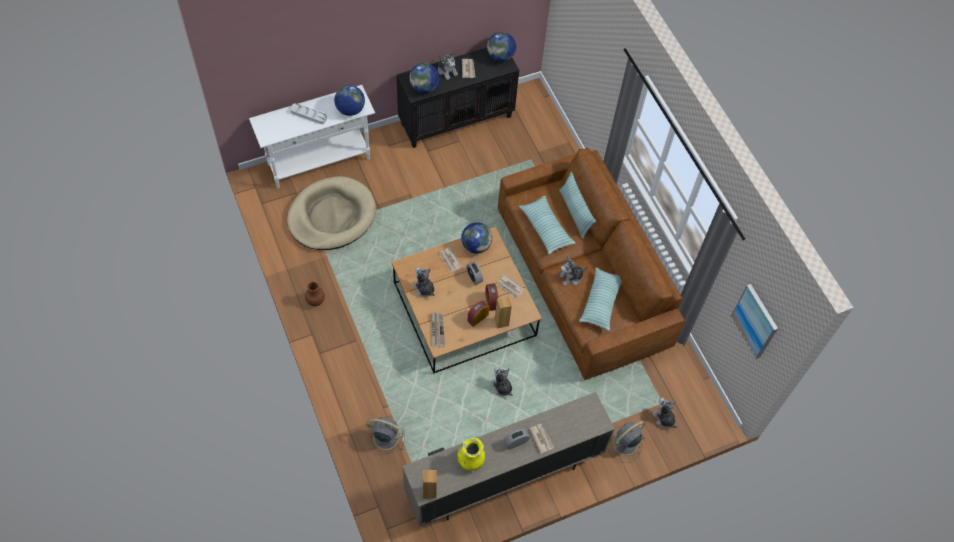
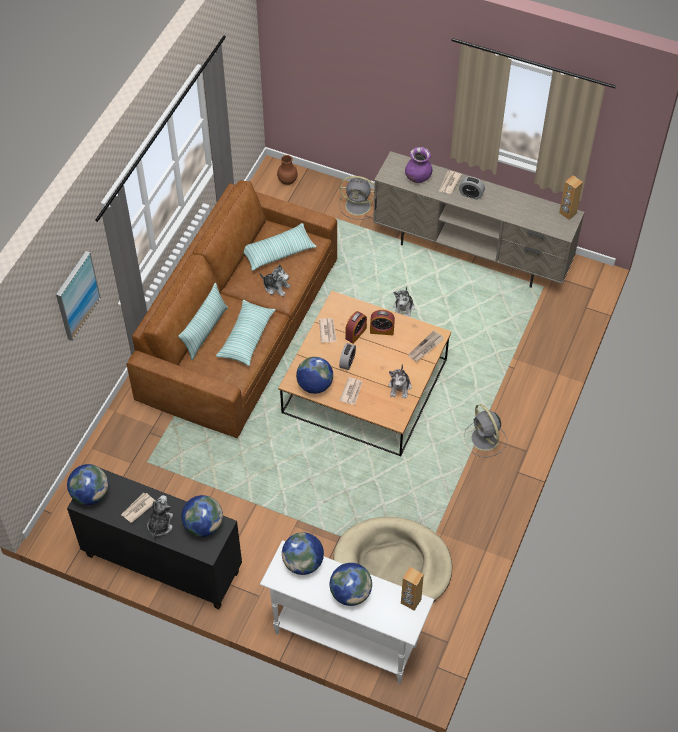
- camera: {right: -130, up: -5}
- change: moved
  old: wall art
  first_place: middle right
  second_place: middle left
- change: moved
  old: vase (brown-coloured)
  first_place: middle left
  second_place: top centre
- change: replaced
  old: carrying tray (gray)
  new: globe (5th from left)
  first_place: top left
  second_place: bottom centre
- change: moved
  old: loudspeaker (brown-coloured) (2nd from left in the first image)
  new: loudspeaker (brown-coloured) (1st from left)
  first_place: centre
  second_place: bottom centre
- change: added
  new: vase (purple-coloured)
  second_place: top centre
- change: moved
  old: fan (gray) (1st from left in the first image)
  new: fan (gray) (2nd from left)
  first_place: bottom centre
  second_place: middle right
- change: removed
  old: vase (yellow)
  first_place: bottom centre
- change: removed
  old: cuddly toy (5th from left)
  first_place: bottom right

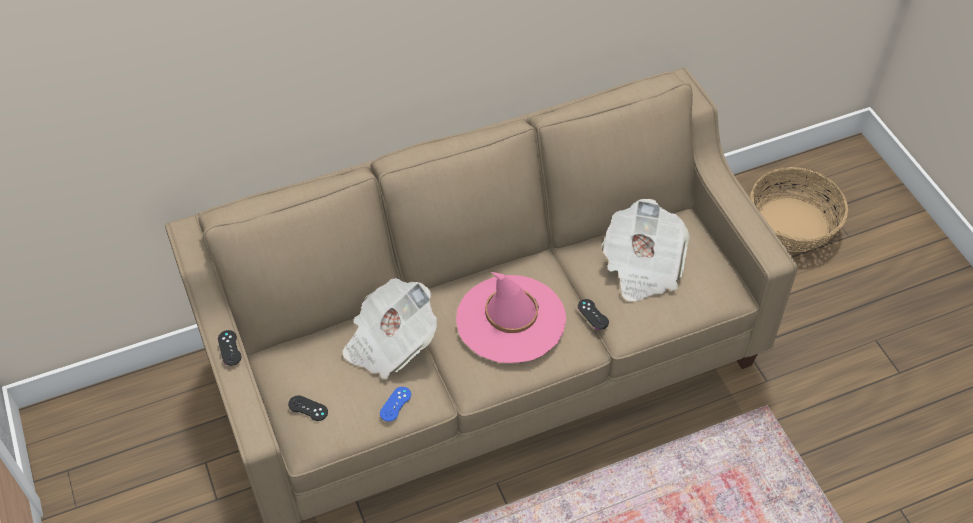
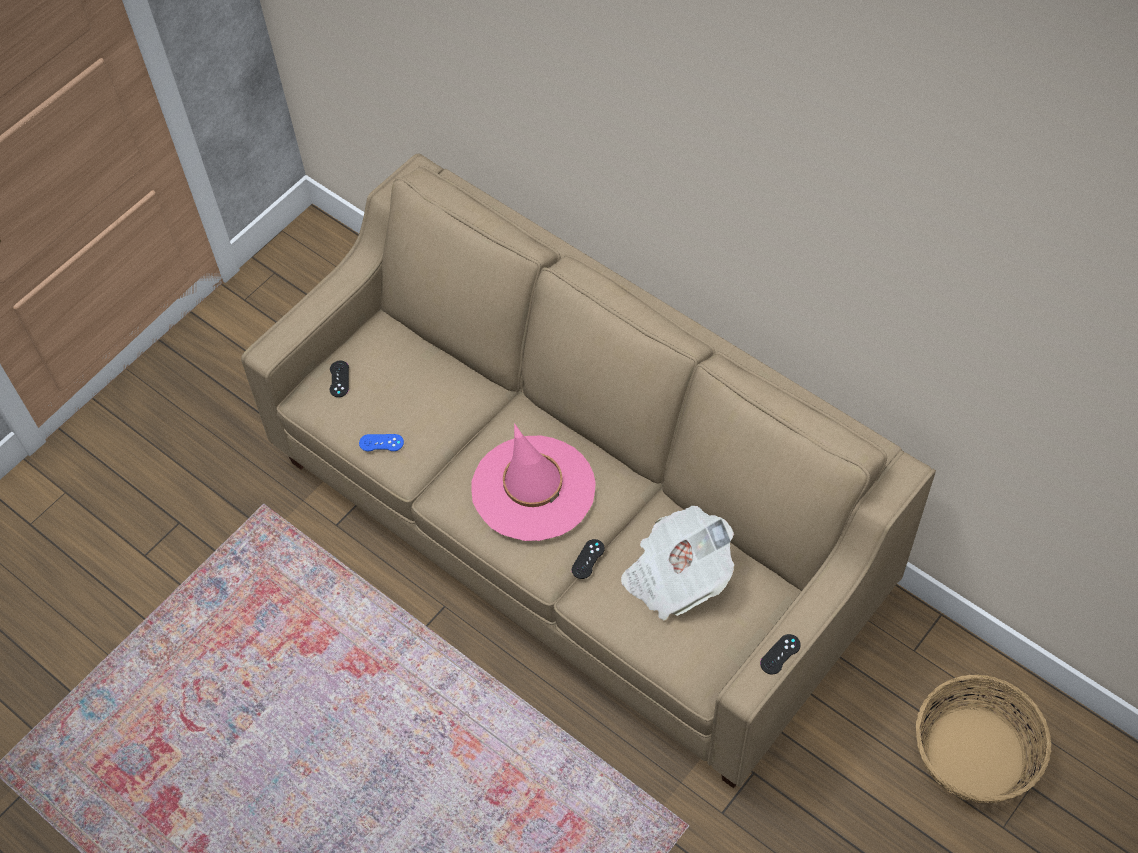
- camera: {right: 65, up: 5}
- change: moved
  old: joypad (black) (1st from left in the first image)
  new: joypad (black) (3rd from left)
  first_place: middle left
  second_place: bottom right
- change: removed
  old: printed paper (1st from left)
  first_place: centre

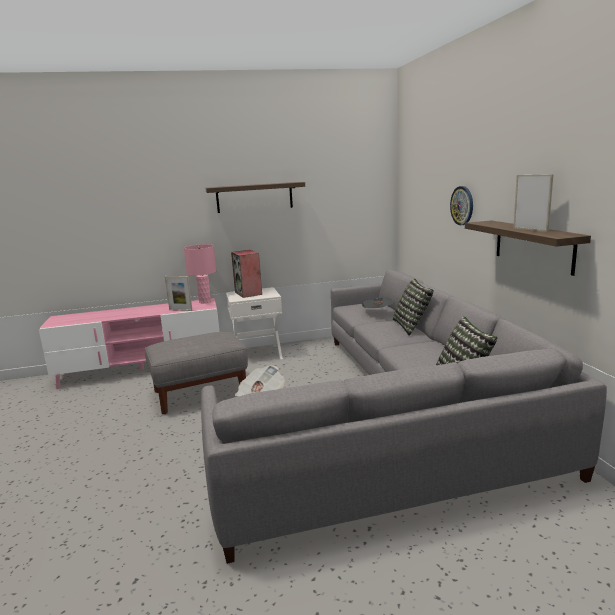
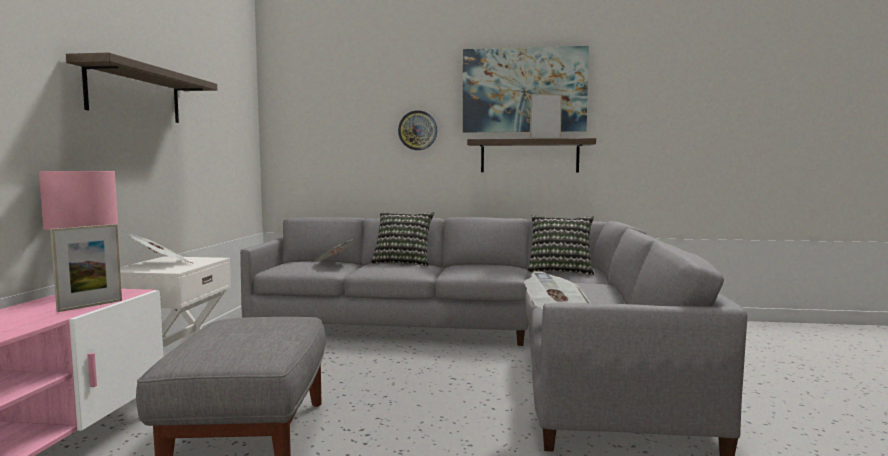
- camera: {right: -70, up: -10}
- change: replaced
  old: loudspeaker
  new: printed paper (1st from left)
  first_place: centre
  second_place: middle left
- change: added
  new: wall art
  second_place: top centre

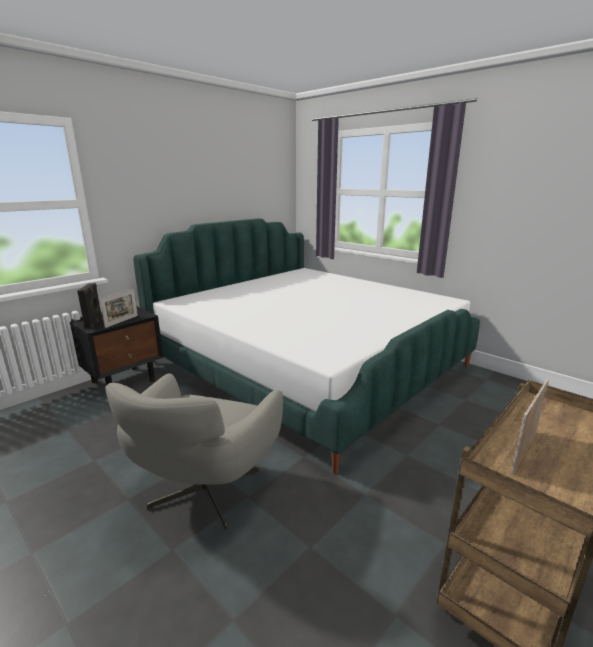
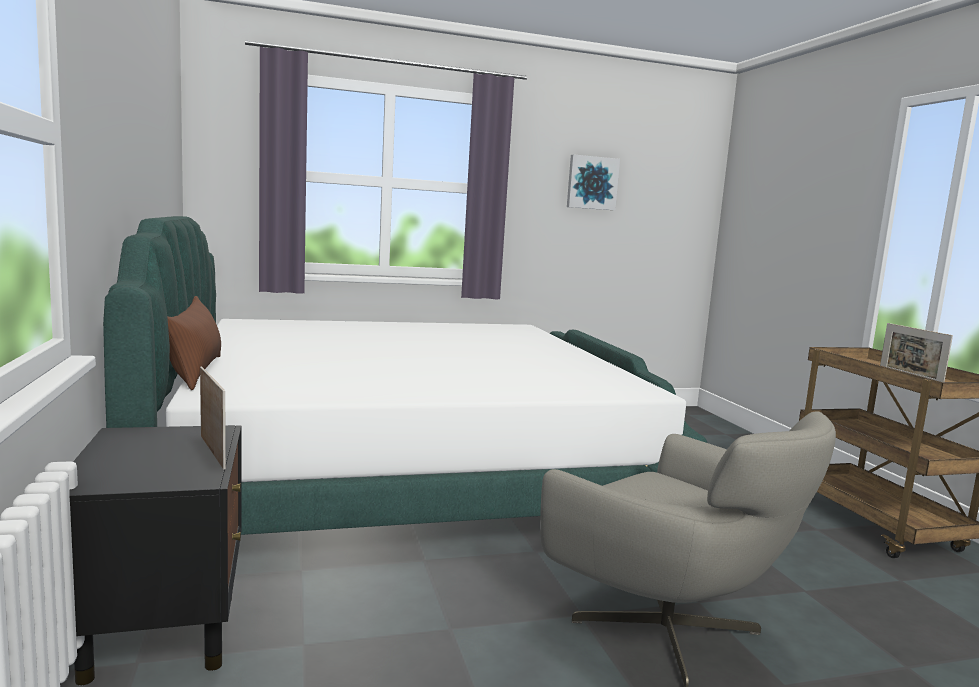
- camera: {right: -60, up: -10}
- change: added
  new: cushion (brown-coloured)
  second_place: middle left
- change: added
  new: wall art
  second_place: top centre
- change: removed
  old: loudspeaker (black)
  first_place: middle left

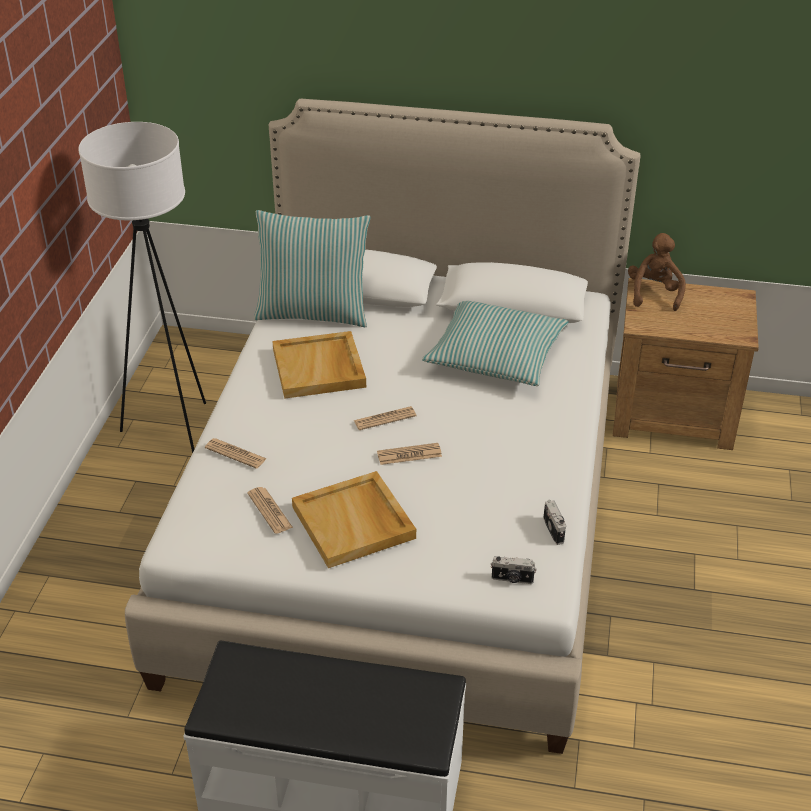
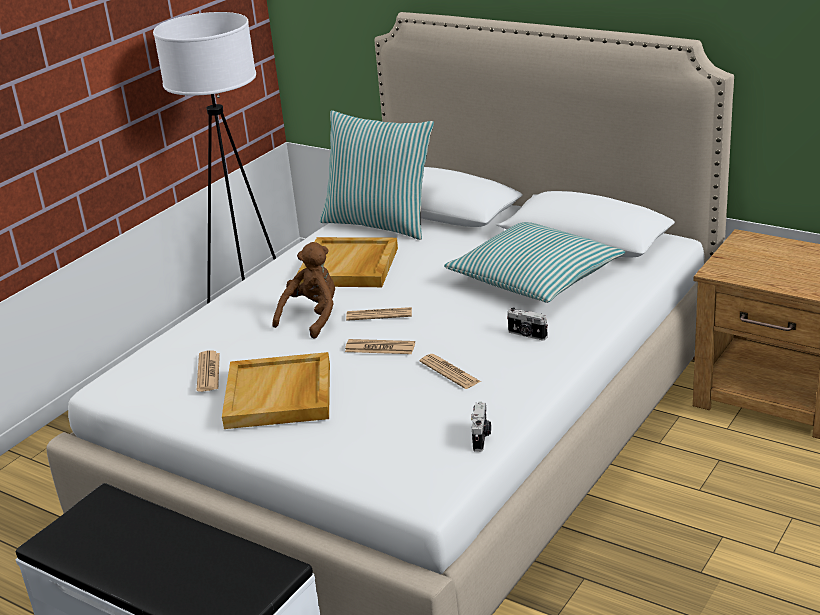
- camera: {right: 25, up: -10}
- change: moved
  old: cuddly toy (brown-coloured)
  first_place: middle right
  second_place: centre
- change: moved
  old: printed paper (1st from left in the first image)
  new: printed paper (4th from left)
  first_place: middle left
  second_place: centre
- change: moved
  old: still camera (1st from left in the first image)
  new: still camera (2nd from left)
  first_place: bottom centre
  second_place: centre

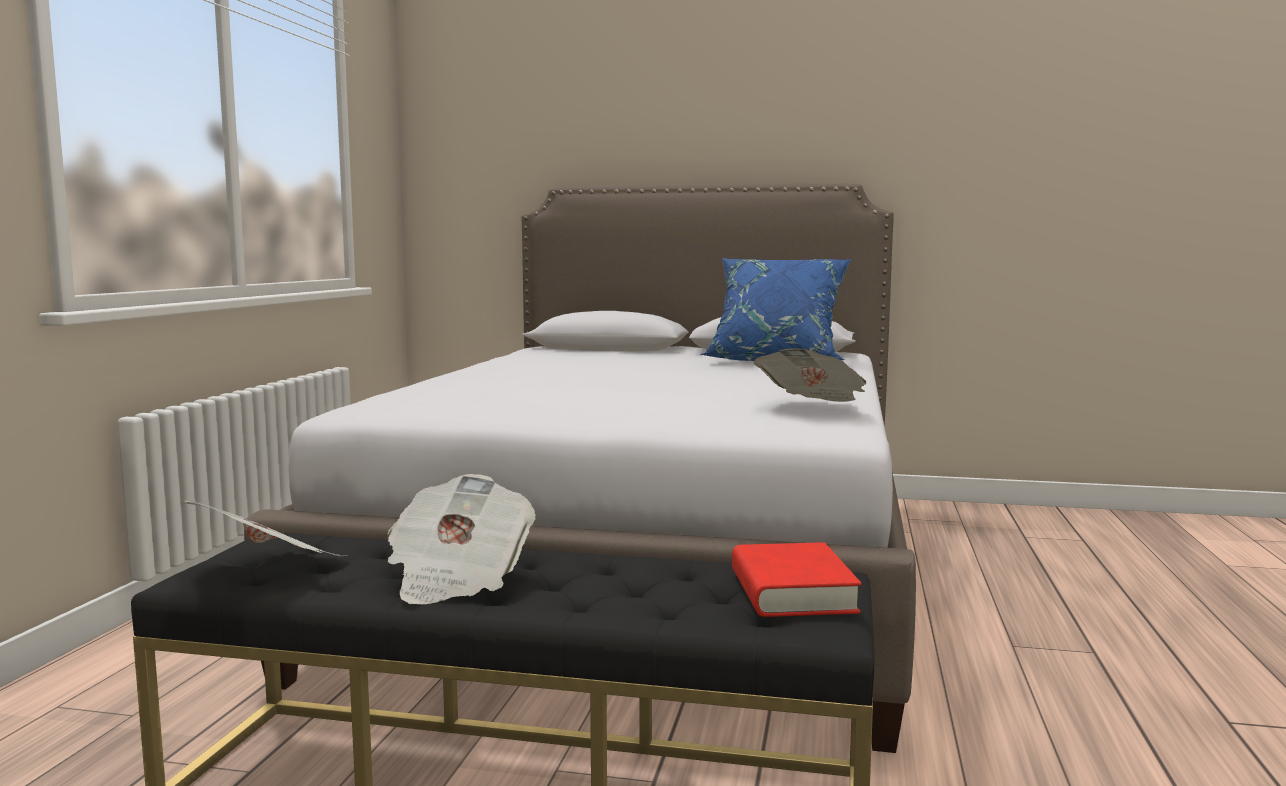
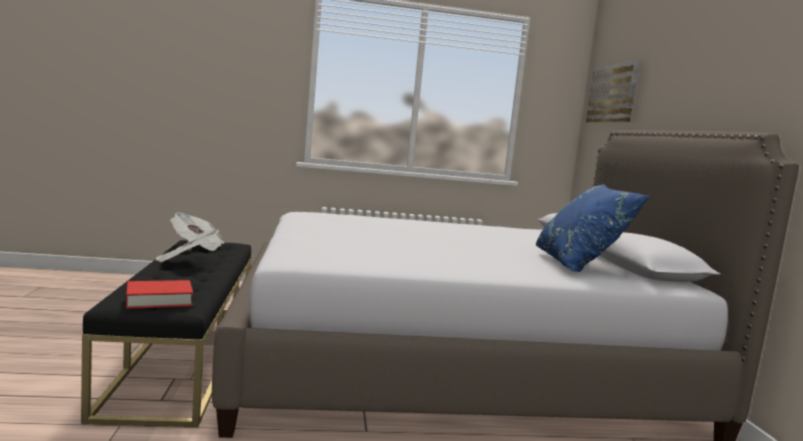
- camera: {right: 70, up: 0}
- change: added
  new: wall art
  second_place: top right
- change: removed
  old: printed paper (3rd from left)
  first_place: centre

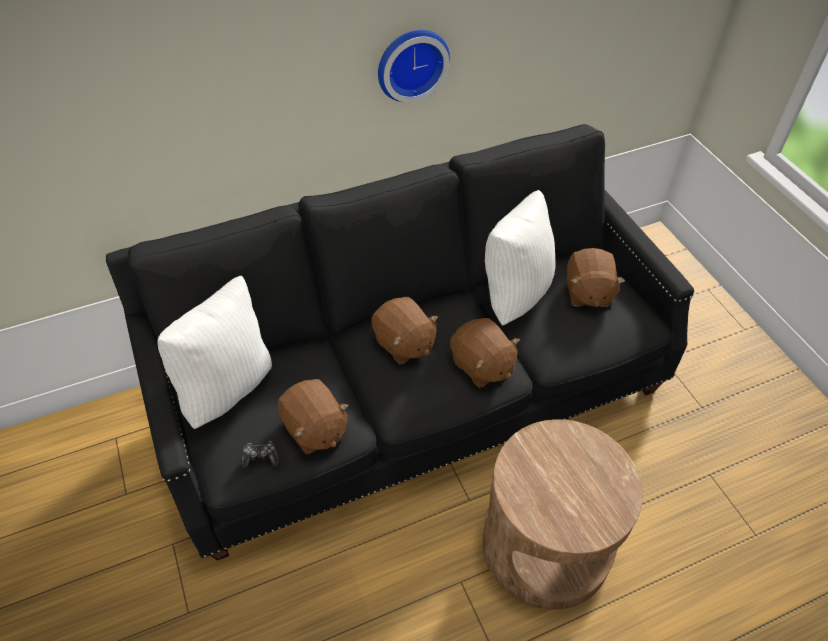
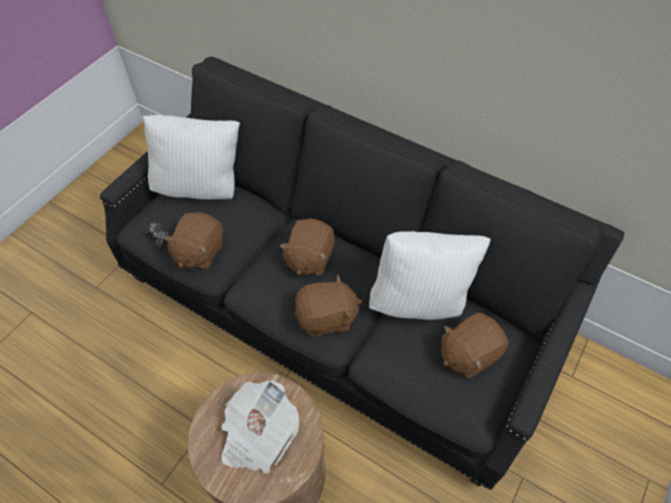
- camera: {right: 55, up: 5}
- change: added
  new: printed paper
  second_place: bottom centre
- change: turned
  old: cuddly toy (brown-coloured) (3rd from left)
  first_place: centre
  second_place: centre
  degrees: -120
- change: removed
  old: wall clock
  first_place: top centre

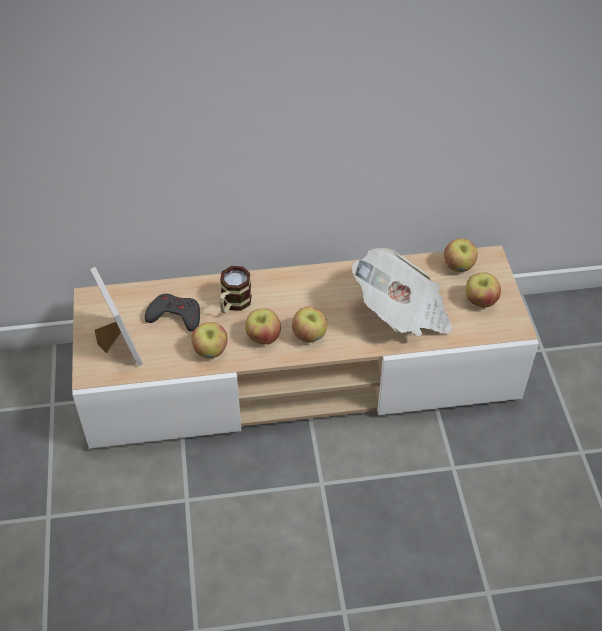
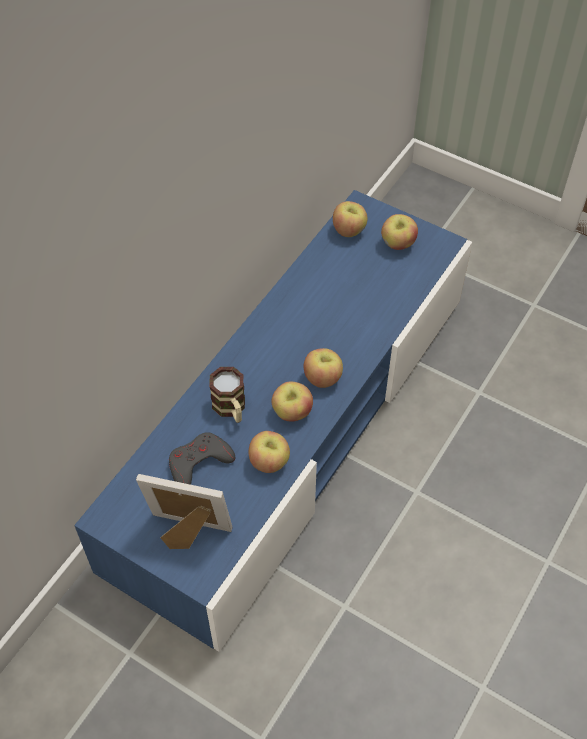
- camera: {right: -50, up: 5}
- change: recoloured
  old: tv unit (beige)
  new: tv unit (blue)
  first_place: centre
  second_place: centre
- change: removed
  old: printed paper
  first_place: middle right

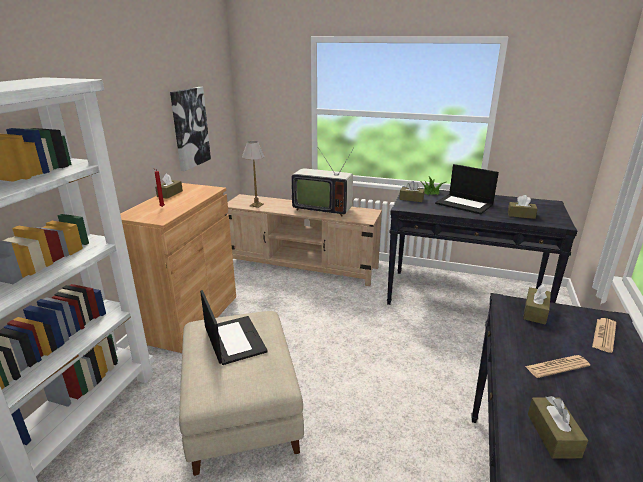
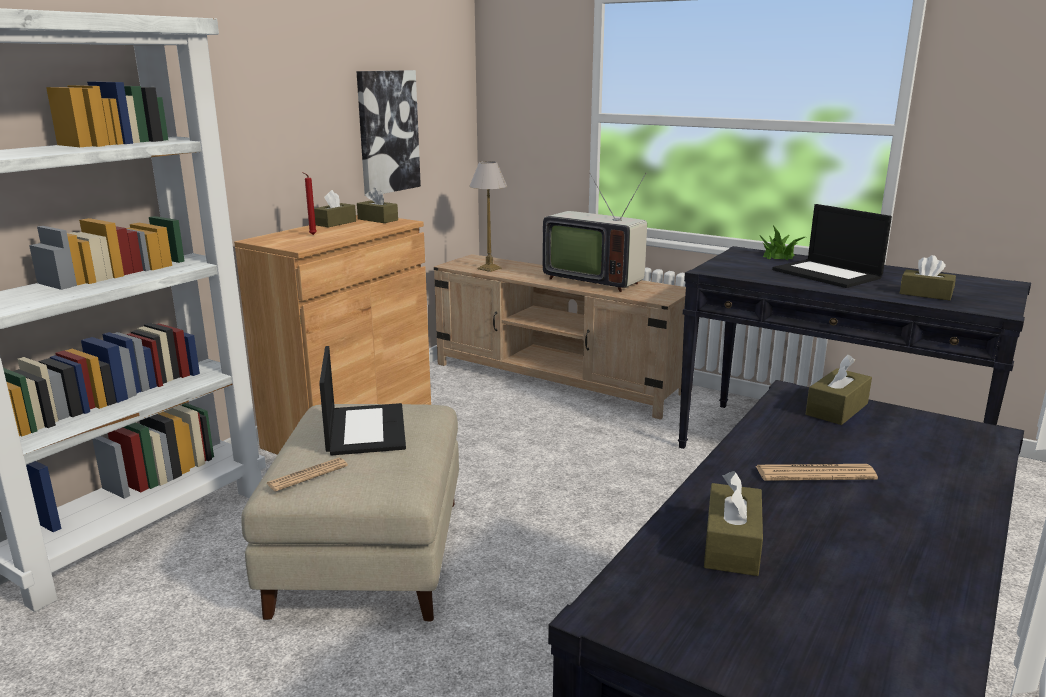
- camera: {right: 15, up: -5}
- change: moved
  old: printed paper (2nd from left in the first image)
  new: printed paper (1st from left)
  first_place: bottom right
  second_place: bottom left
- change: moved
  old: tissue holder (brown-coloured) (2nd from left)
  first_place: centre
  second_place: top centre

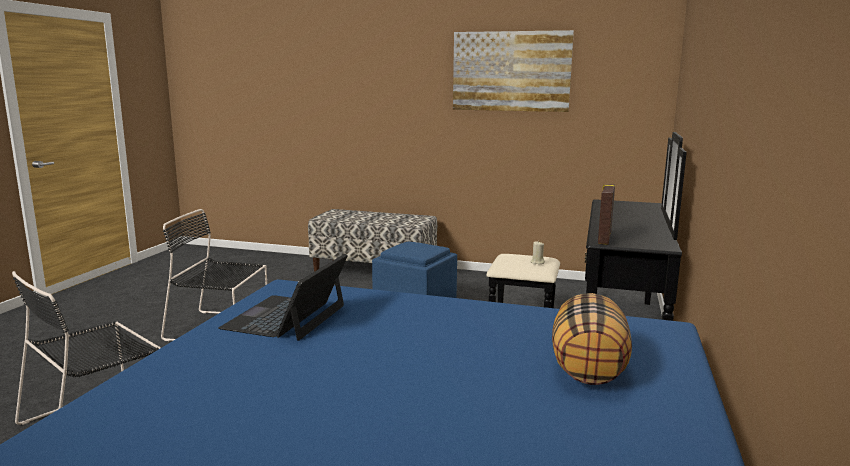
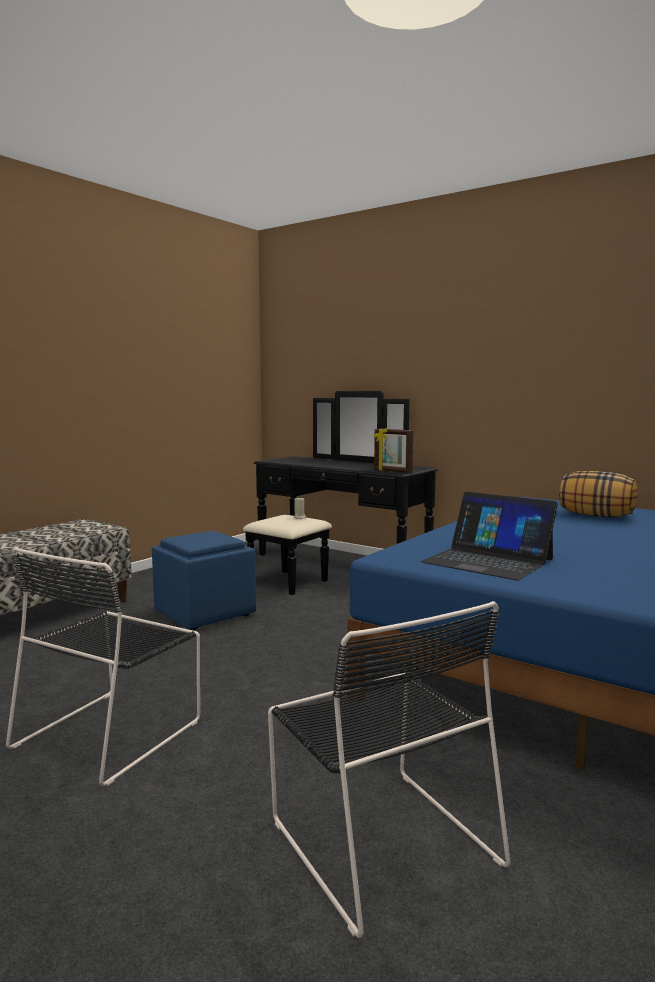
- camera: {right: -70, up: -5}
- change: removed
  old: wall art
  first_place: top centre

